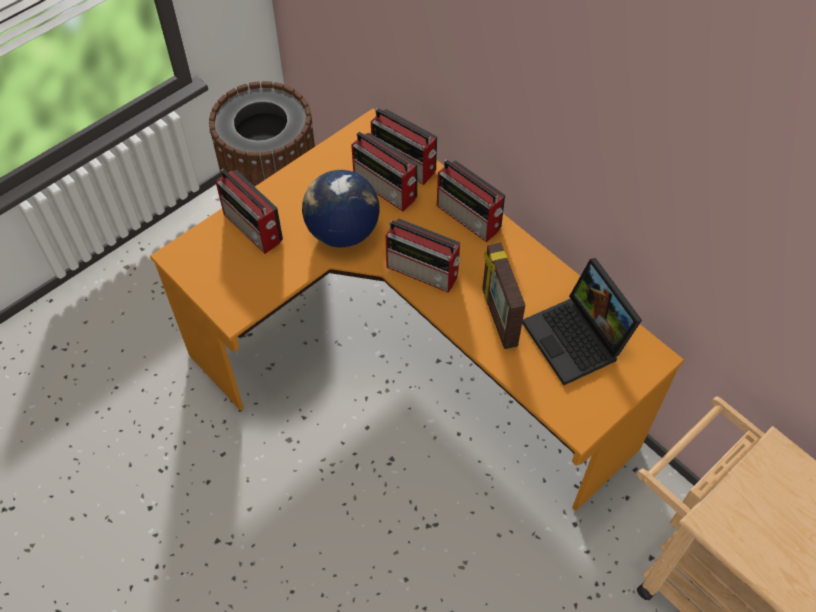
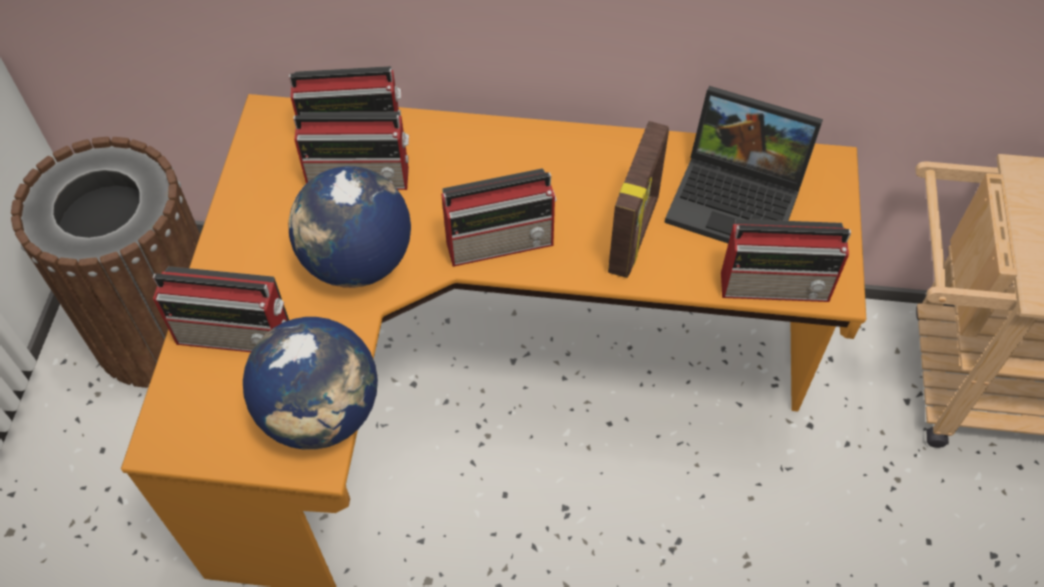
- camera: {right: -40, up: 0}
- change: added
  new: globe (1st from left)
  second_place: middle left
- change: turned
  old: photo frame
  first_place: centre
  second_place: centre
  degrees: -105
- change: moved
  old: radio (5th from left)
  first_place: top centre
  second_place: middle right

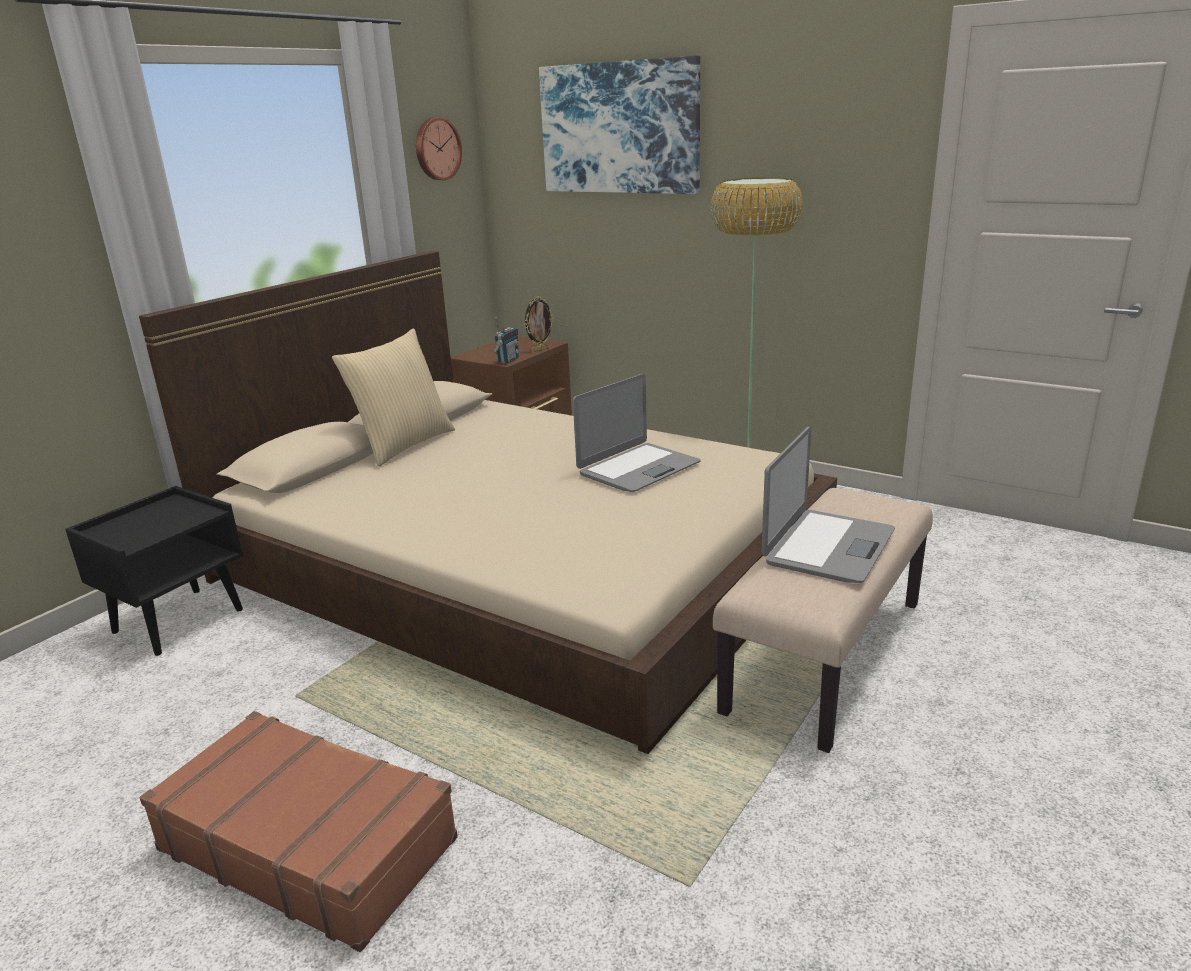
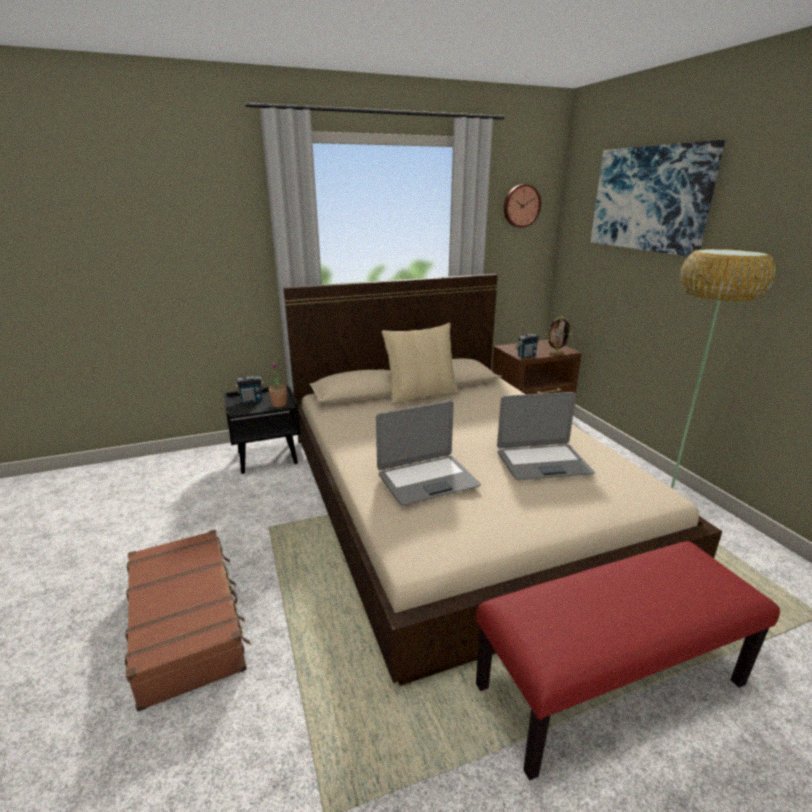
- camera: {right: 35, up: 0}
- change: added
  new: radio (1st from left)
  second_place: middle left
- change: added
  new: potted plant
  second_place: centre
- change: moved
  old: laptop (2nd from left in the first image)
  new: laptop (1st from left)
  first_place: middle right
  second_place: centre
- change: recoloured
  old: bench (beige)
  new: bench (red-coloured)
  first_place: middle right
  second_place: bottom right

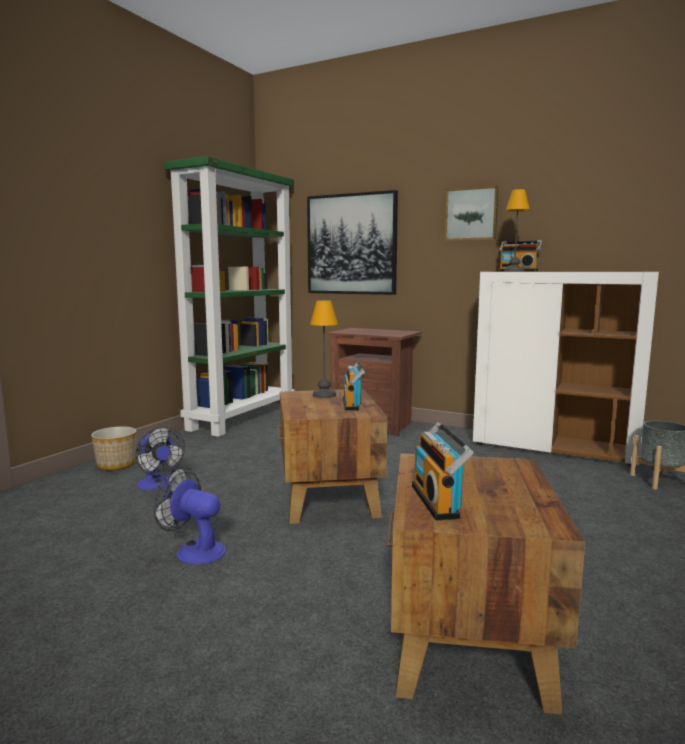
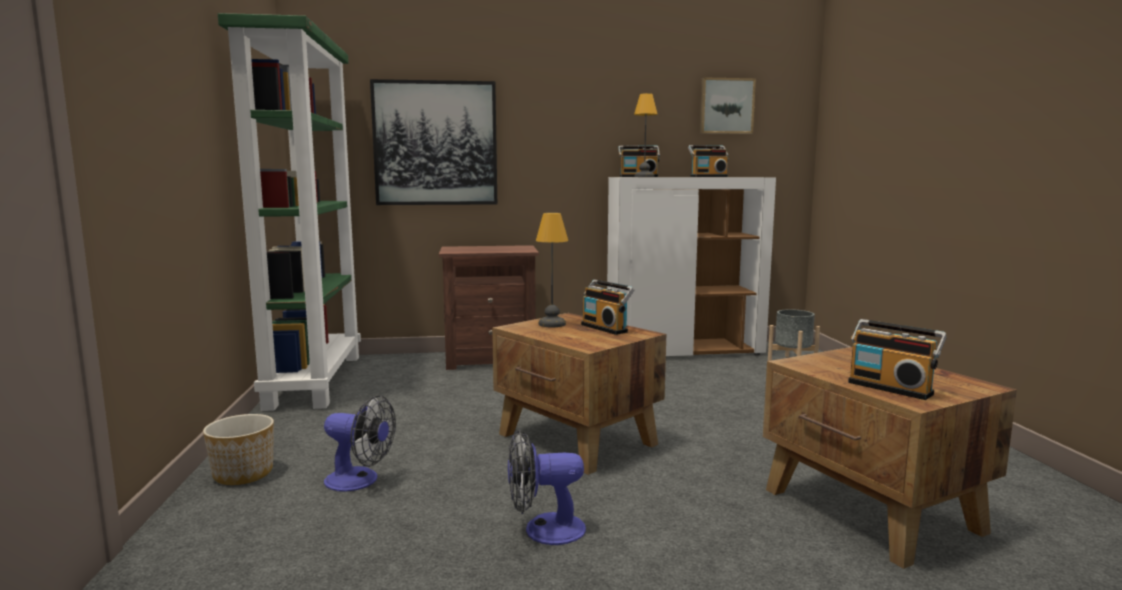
- camera: {right: -35, up: 0}
- change: added
  new: radio (3rd from left)
  second_place: top centre
- change: moved
  old: wall art (2nd from left)
  first_place: top right
  second_place: top centre

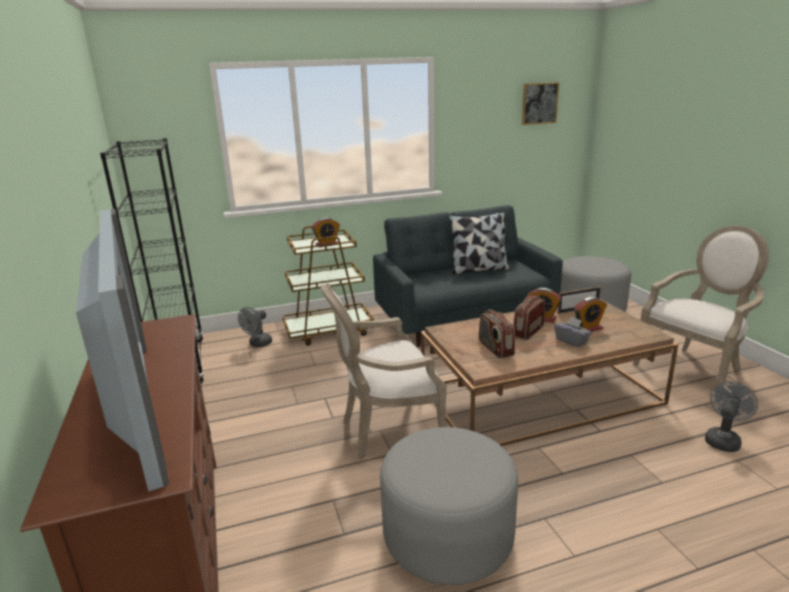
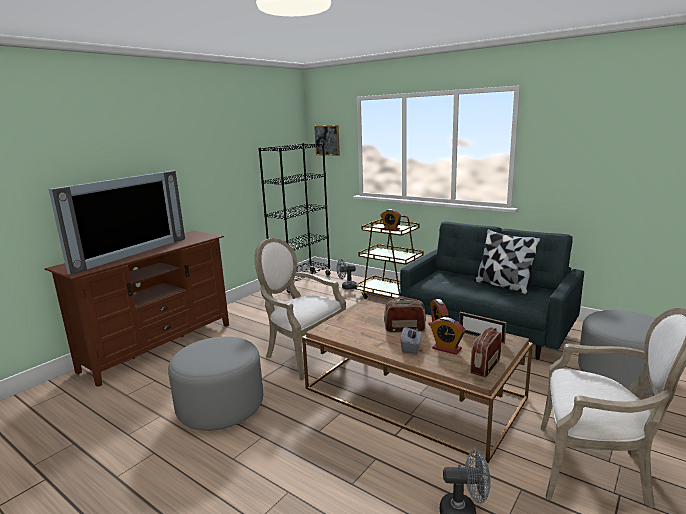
- camera: {right: 55, up: -5}
- change: moved
  old: wall art
  first_place: top right
  second_place: top centre
- change: moved
  old: radio (1st from left in the first image)
  new: radio (2nd from left)
  first_place: centre
  second_place: bottom right

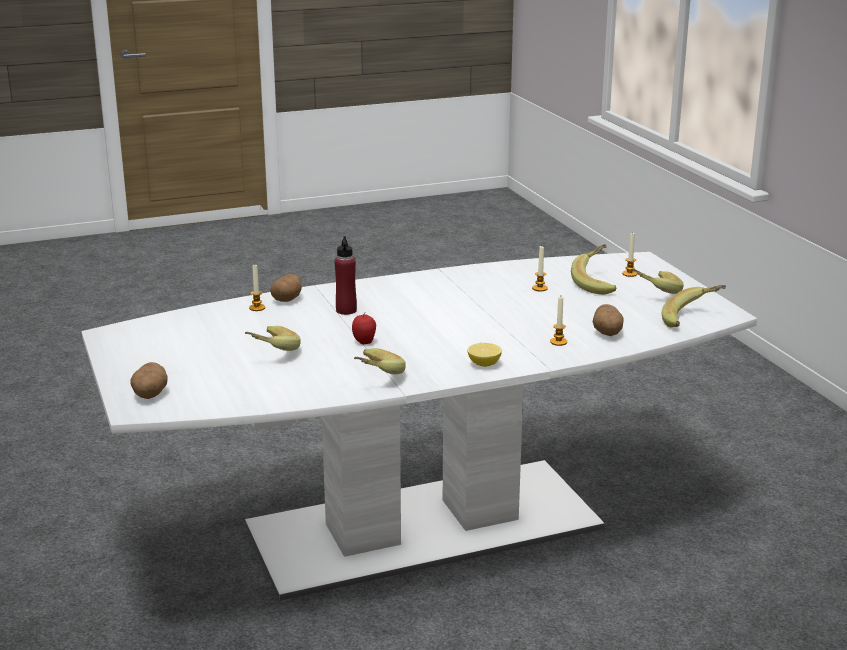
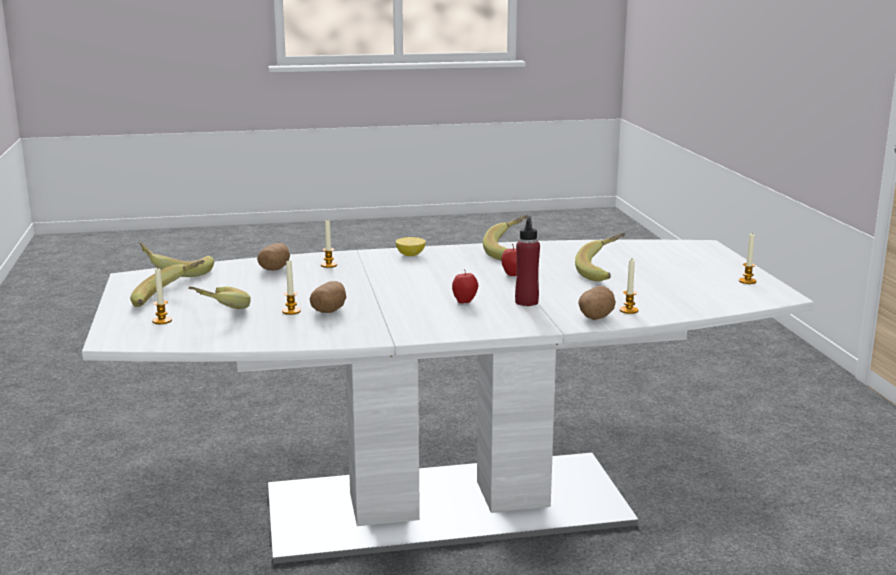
- camera: {right: -170, up: -5}
- change: moved
  old: whole potato (1st from left in the first image)
  new: whole potato (2nd from left)
  first_place: middle left
  second_place: centre
- change: added
  new: apple (1st from left)
  second_place: centre
- change: added
  new: candle (5th from left)
  second_place: middle right

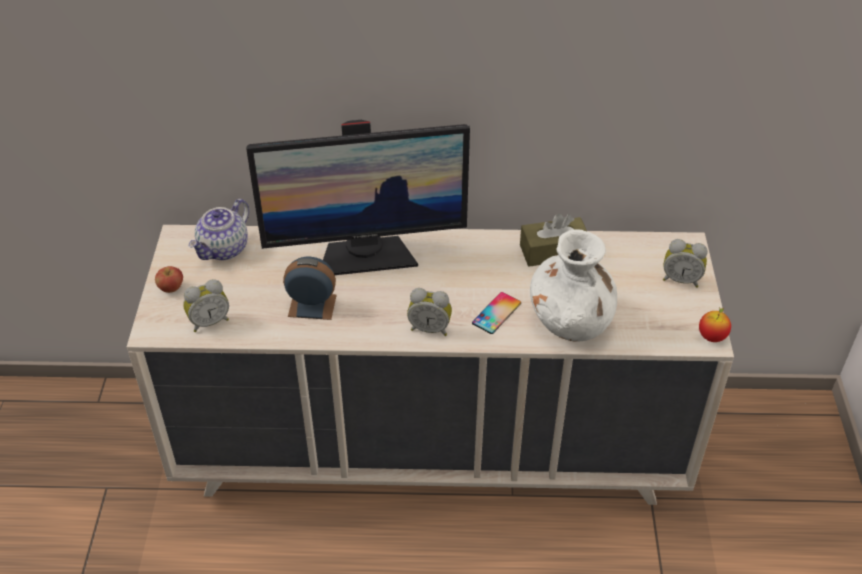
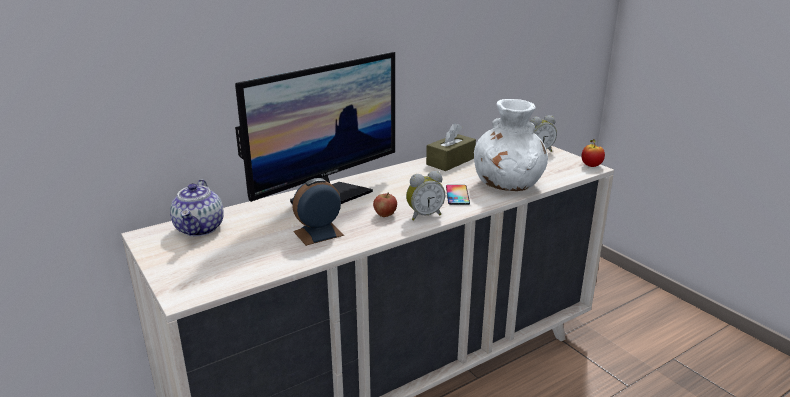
- camera: {right: -35, up: -20}
- change: moved
  old: apple (1st from left)
  first_place: middle left
  second_place: centre
- change: removed
  old: alarm clock (1st from left)
  first_place: middle left

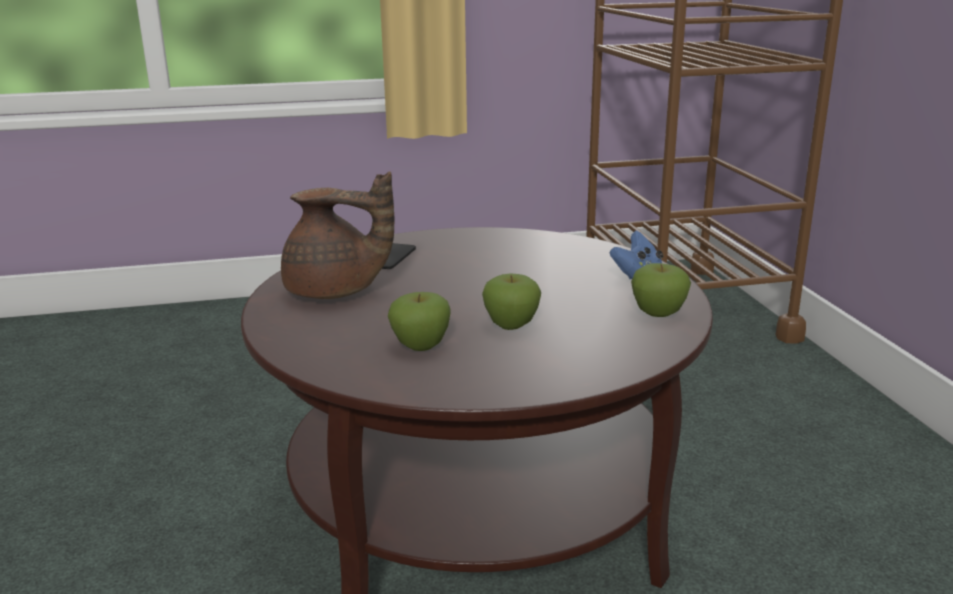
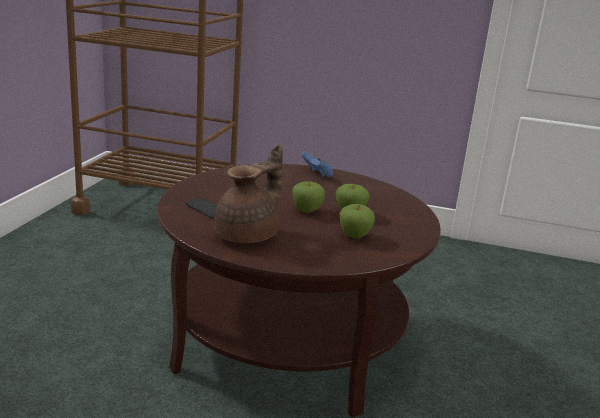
- camera: {right: -65, up: 0}
- change: moved
  old: apple (3rd from left in the first image)
  new: apple (1st from left)
  first_place: middle right
  second_place: centre

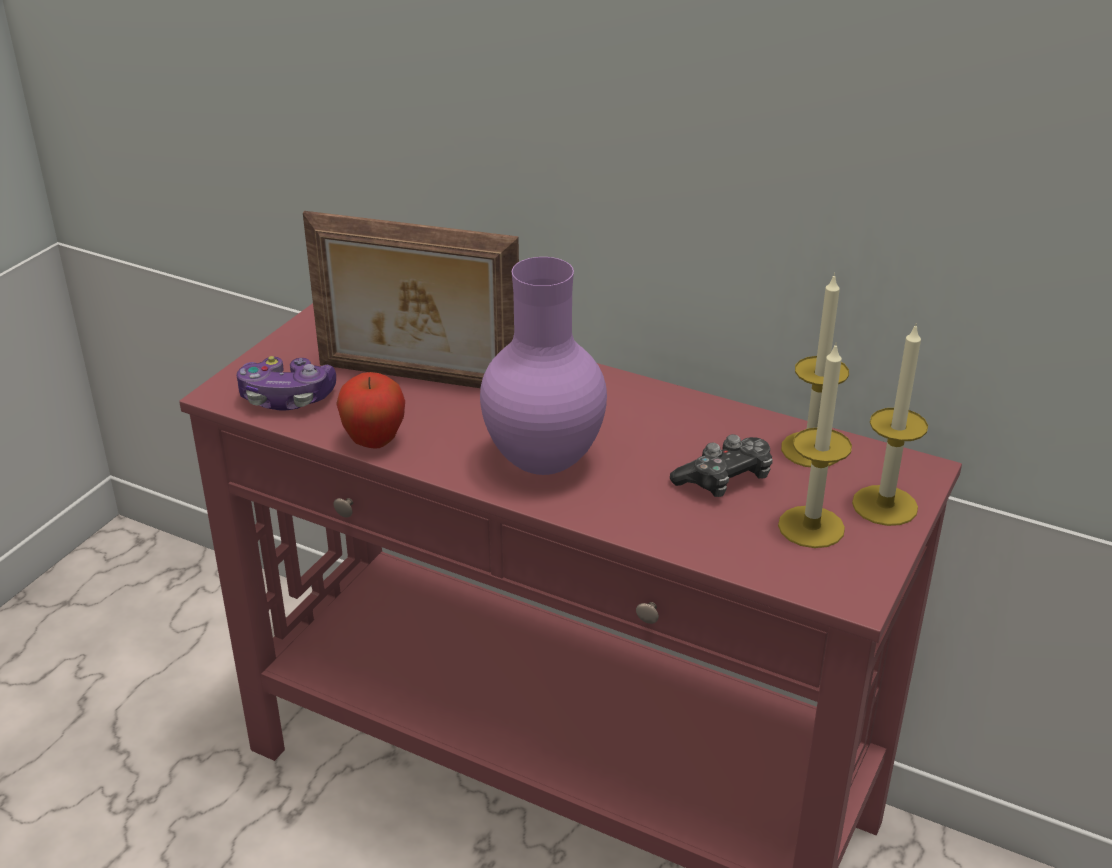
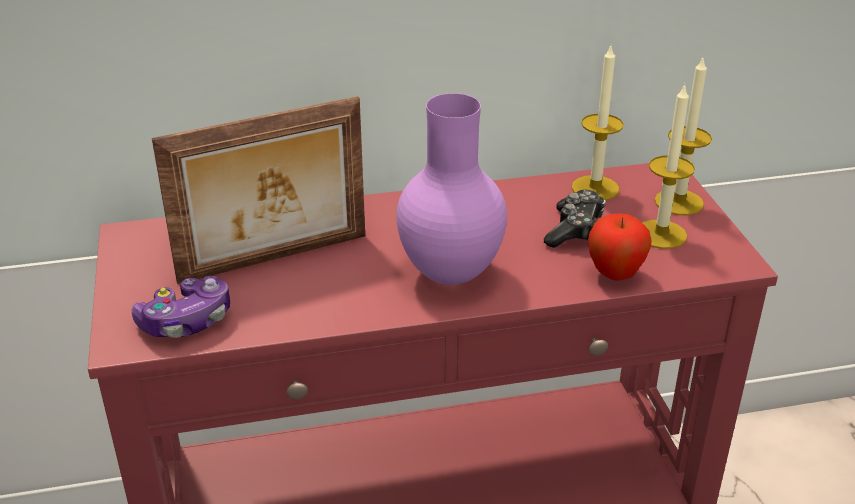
- camera: {right: -40, up: 0}
- change: moved
  old: apple
  first_place: middle left
  second_place: middle right

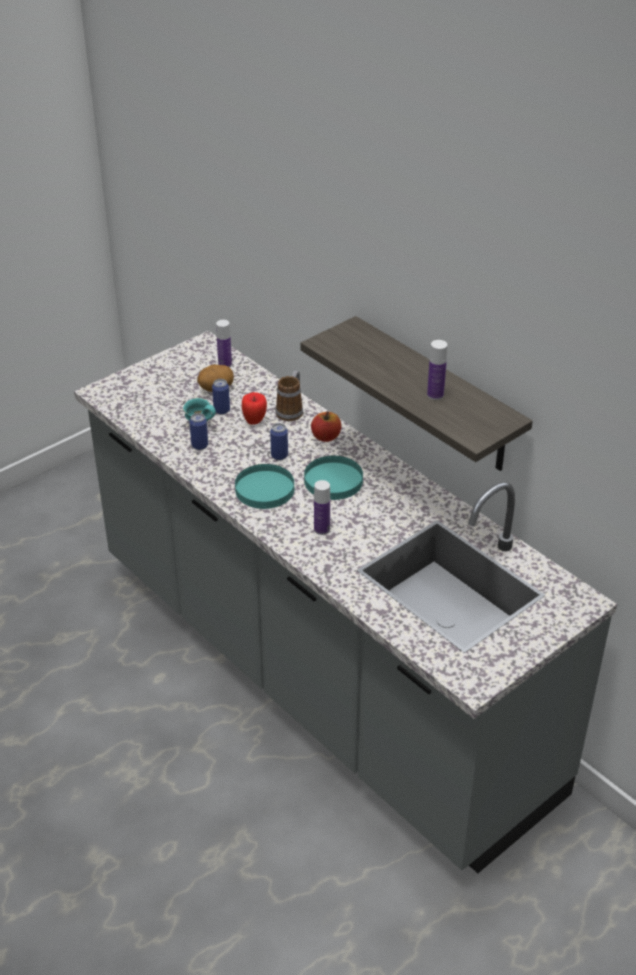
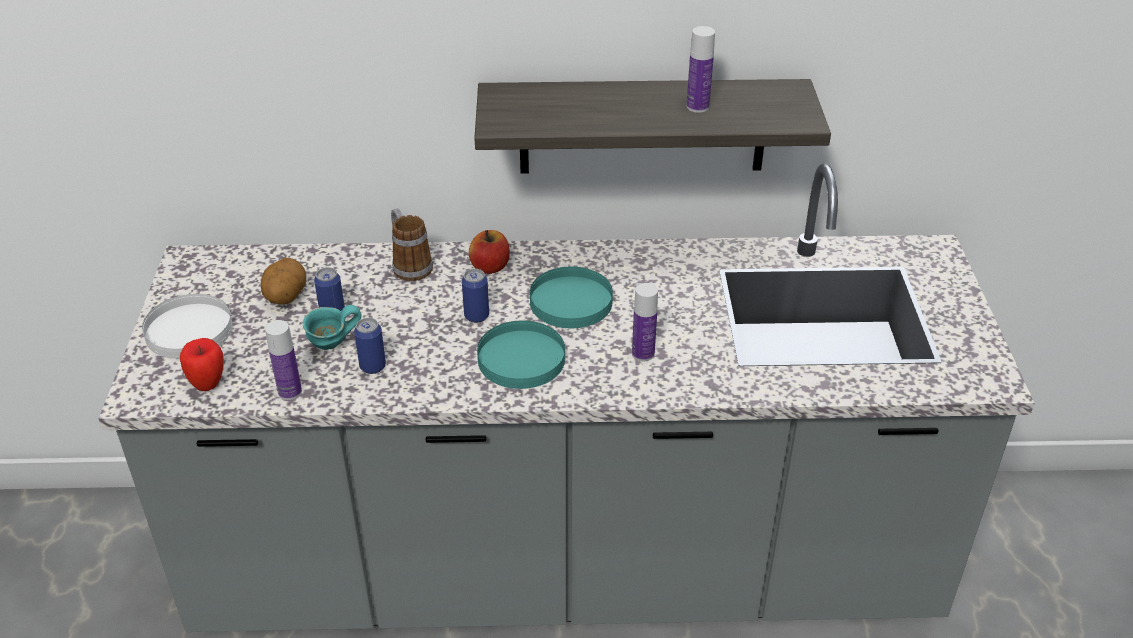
- camera: {right: -50, up: 0}
- change: added
  new: flat dish (whitish)
  second_place: middle left
- change: moved
  old: apple (1st from left)
  first_place: centre
  second_place: middle left
- change: moved
  old: bottle (1st from left)
  first_place: centre
  second_place: middle left

